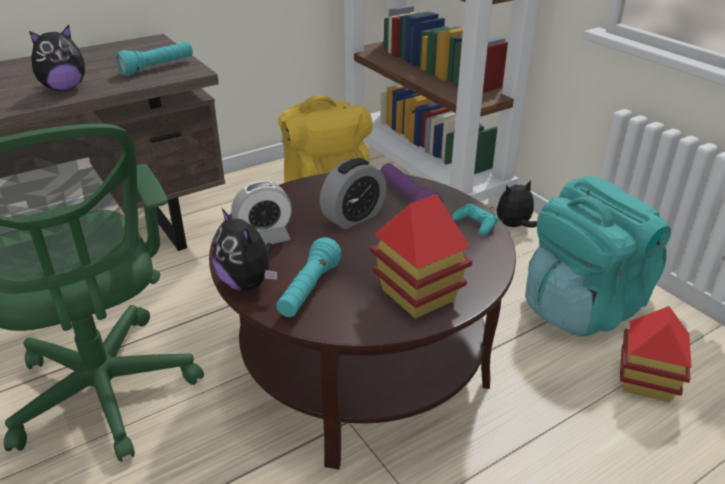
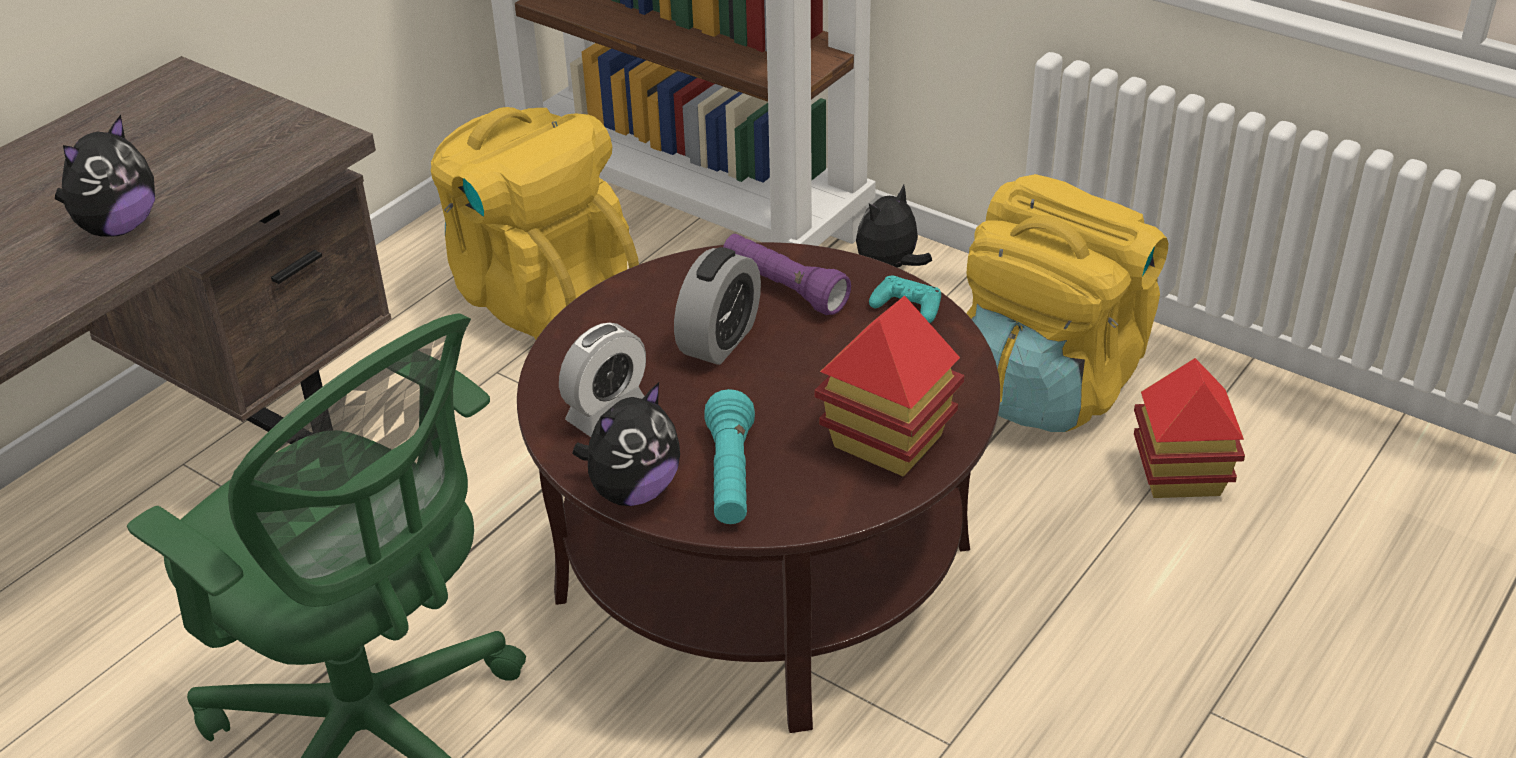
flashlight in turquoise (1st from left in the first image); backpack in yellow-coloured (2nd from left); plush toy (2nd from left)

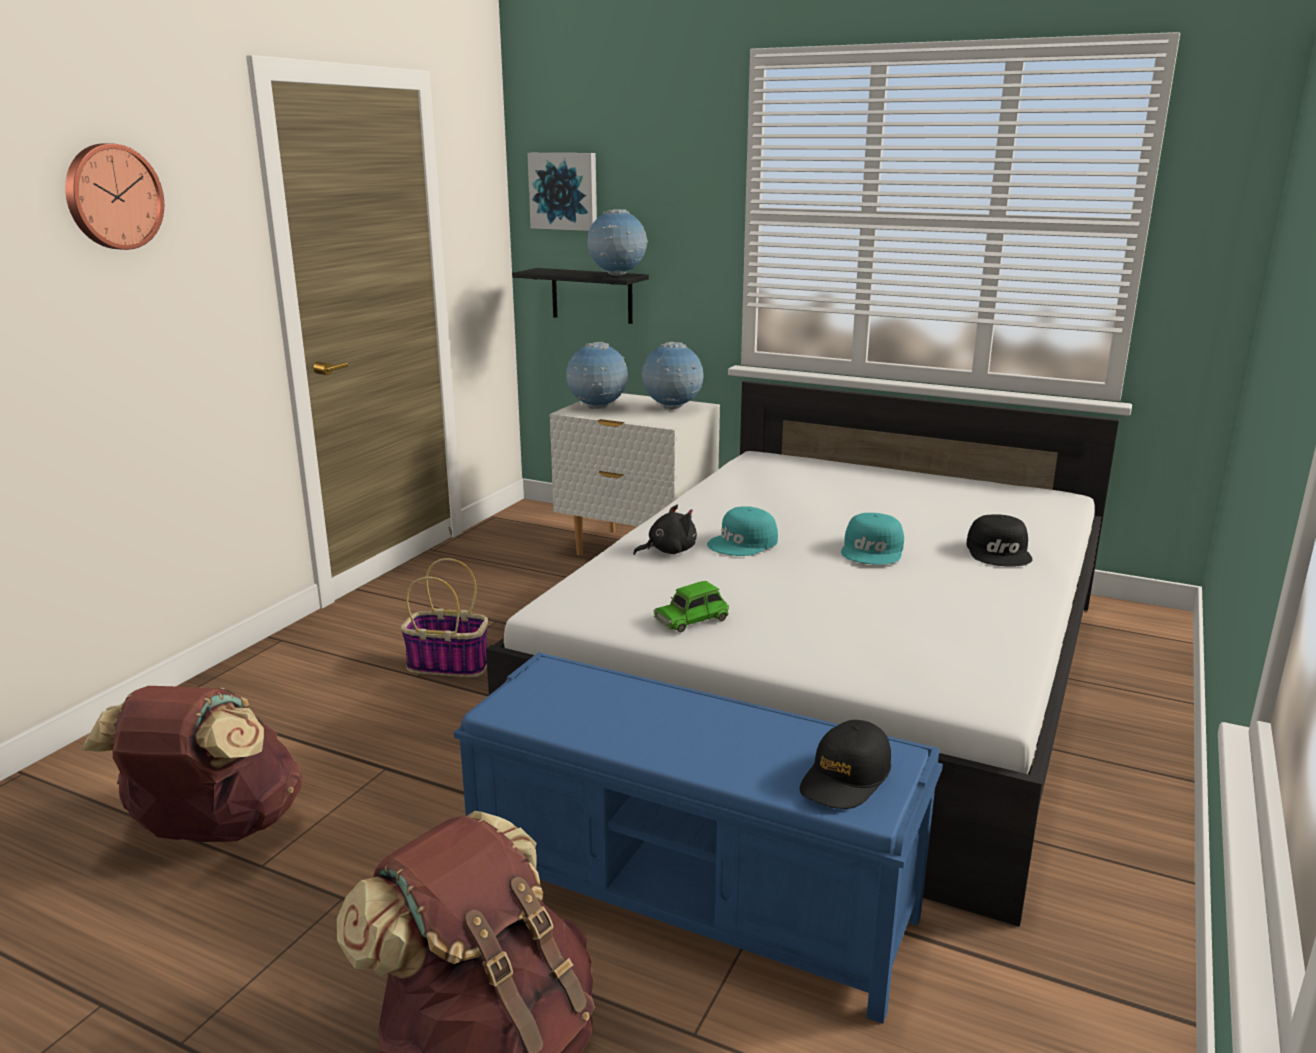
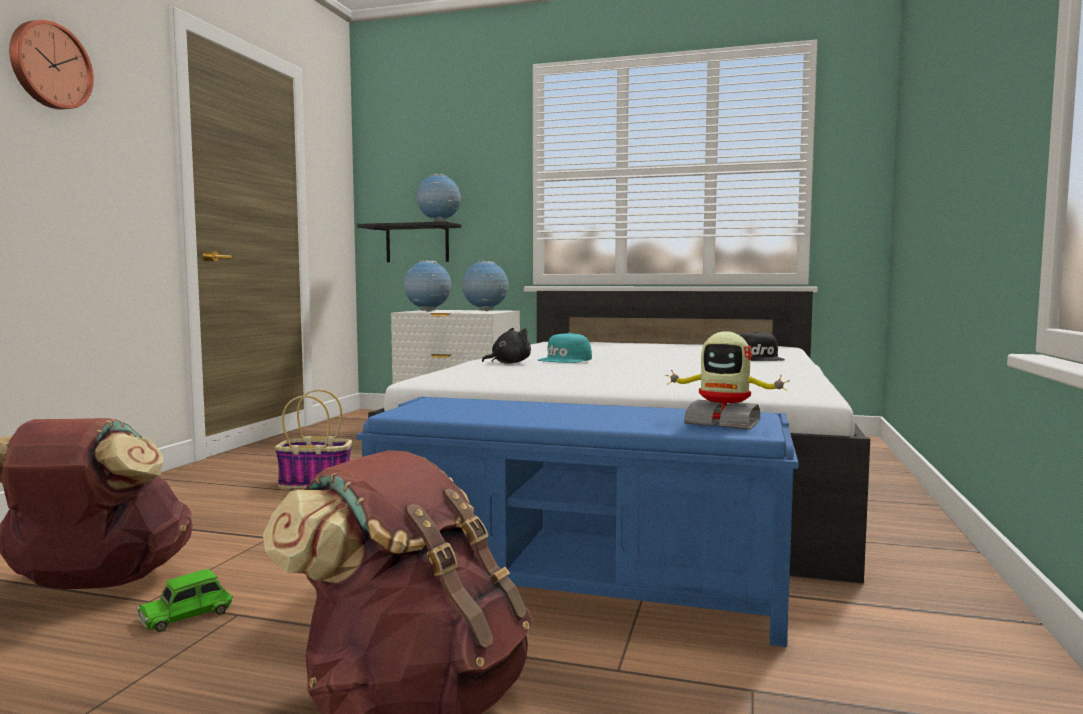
wall art; baseball cap in turquoise (2nd from left in the first image); miniature car in greenish; model robot

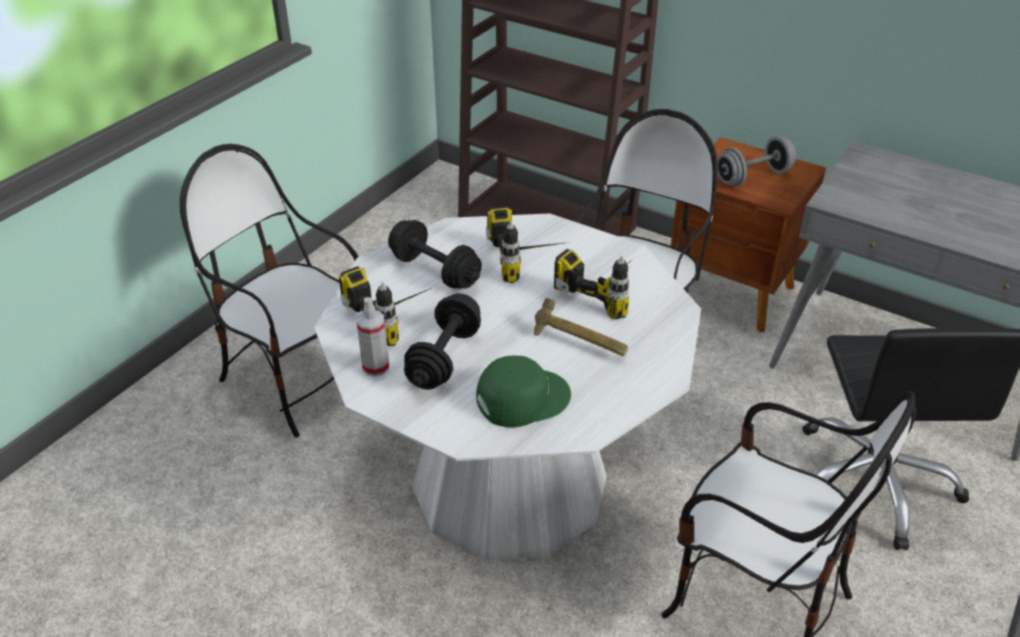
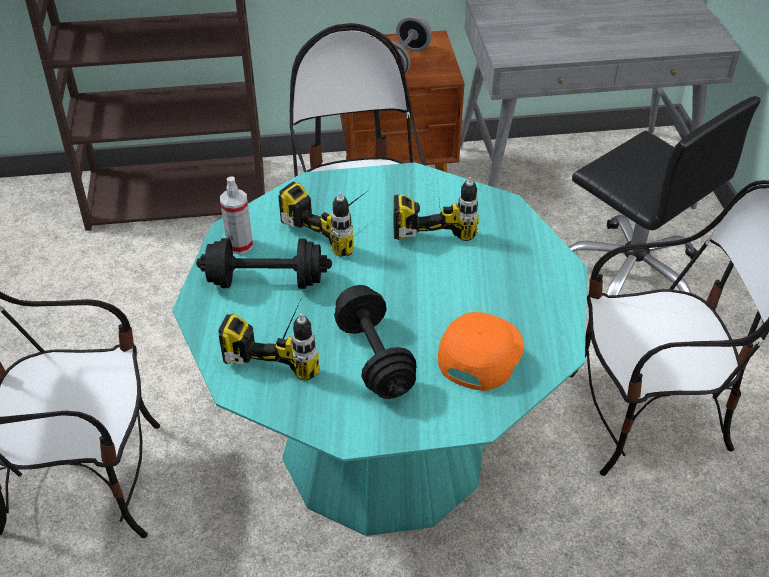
kitchen table in turquoise; hand sprayer; hammer; baseball cap in orange

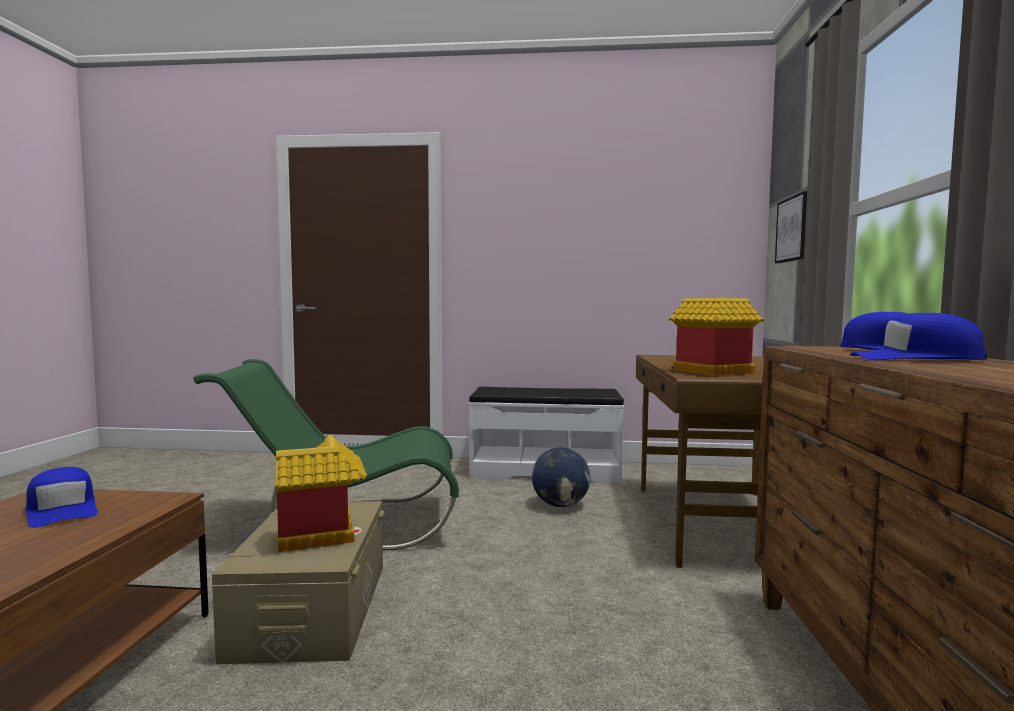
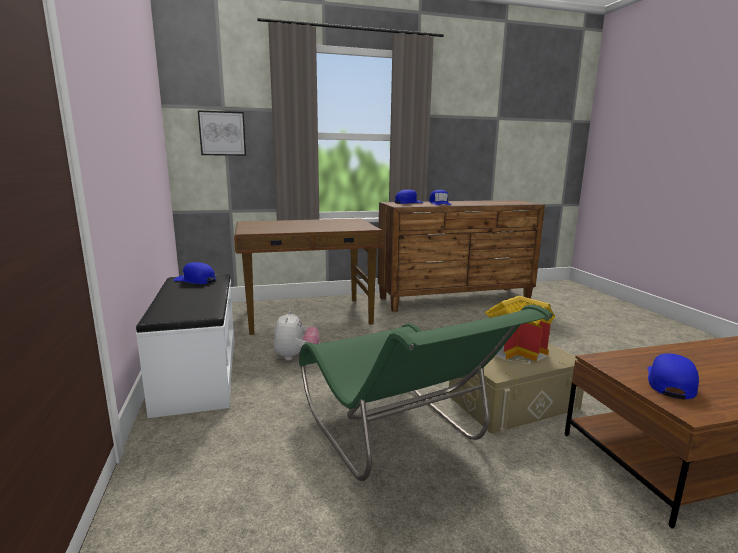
toy house (2nd from left in the first image); plush toy; baseball cap in blue (1st from left)

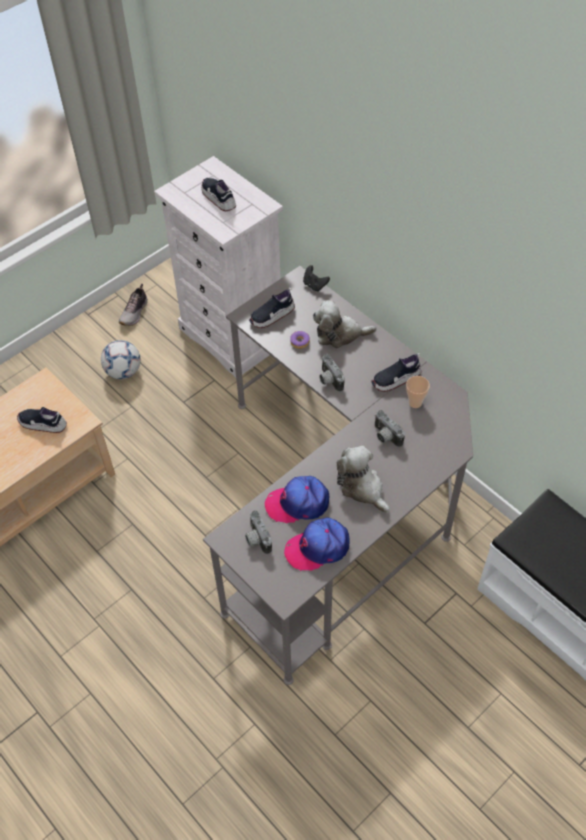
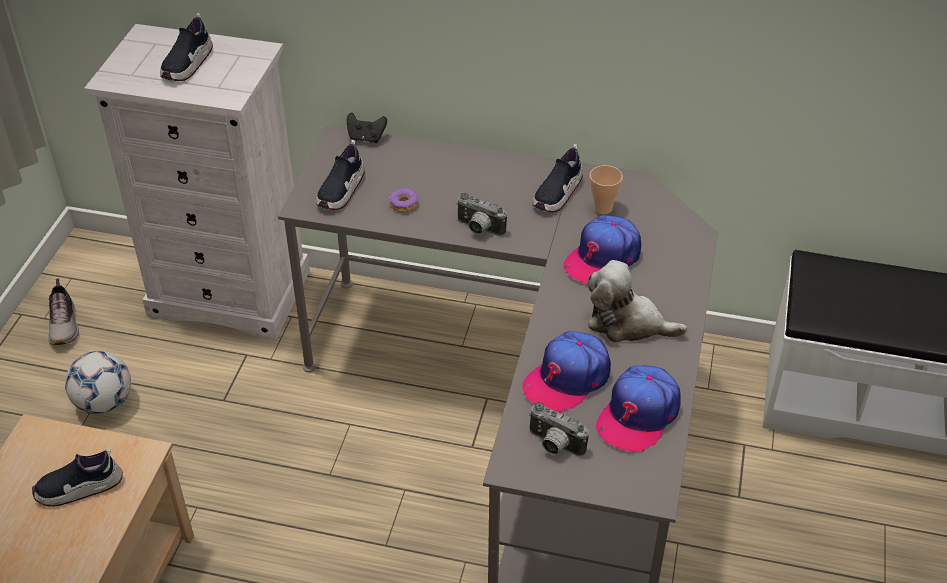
low shoe (3rd from left); plush toy (1st from left in the first image); baseball cap (2nd from left)

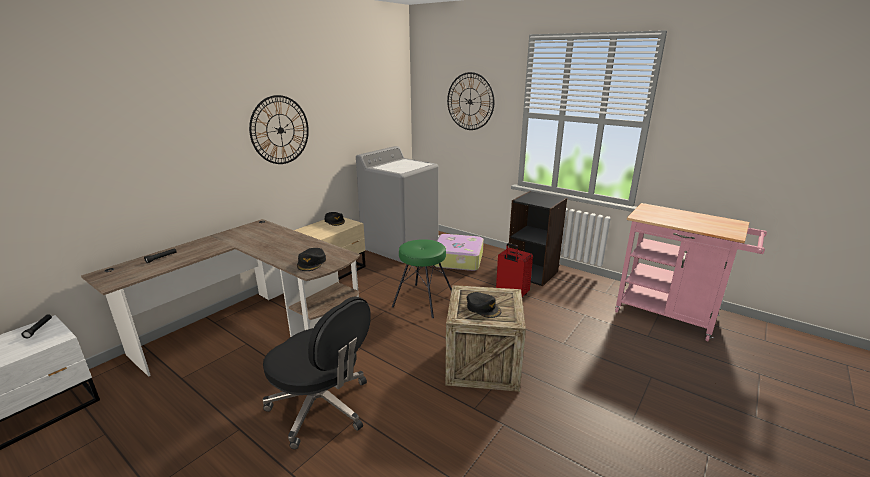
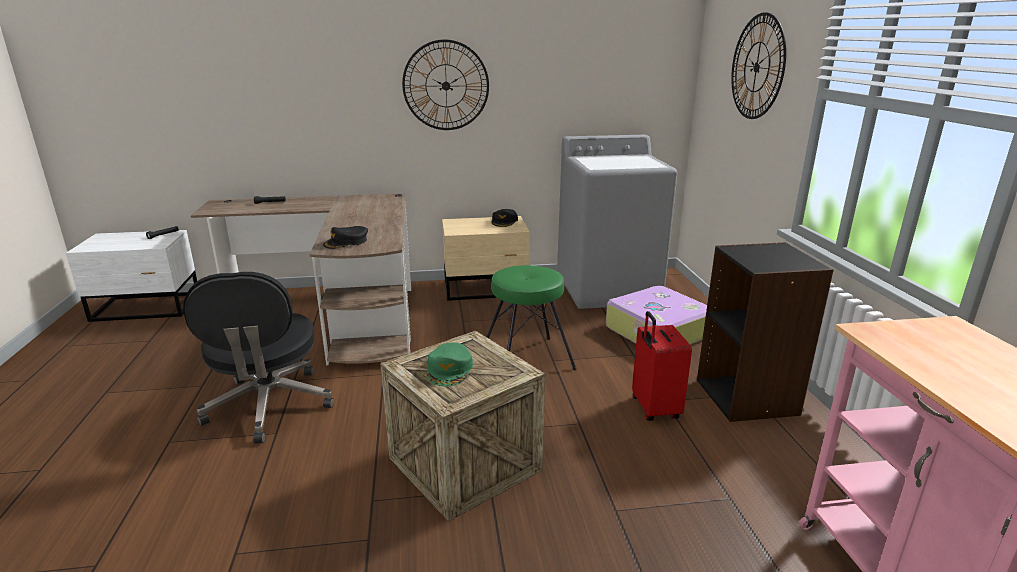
baseball cap in greenish

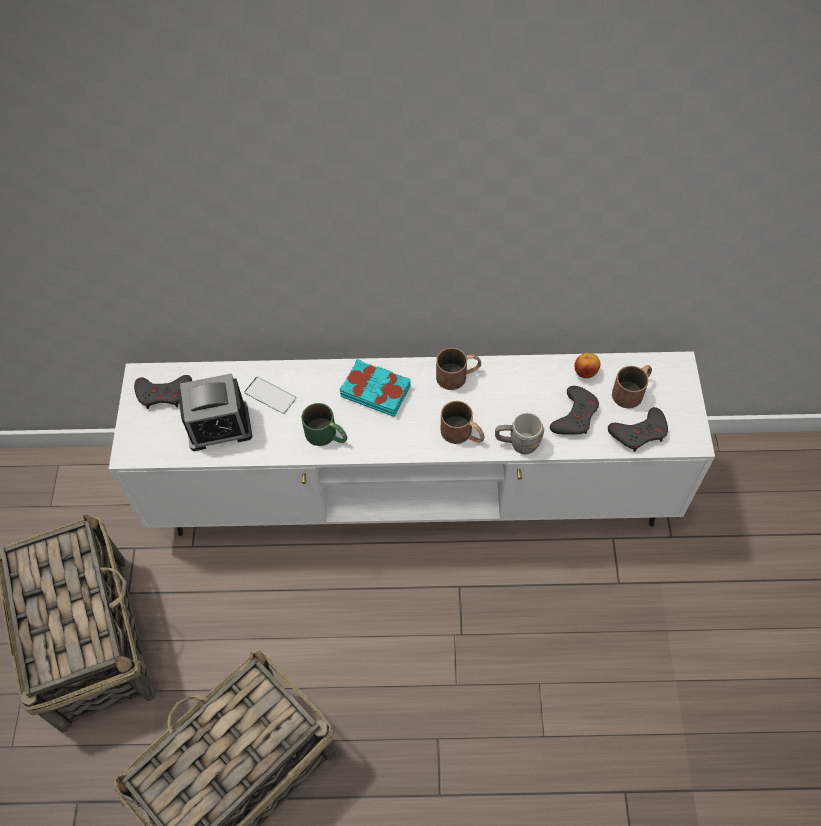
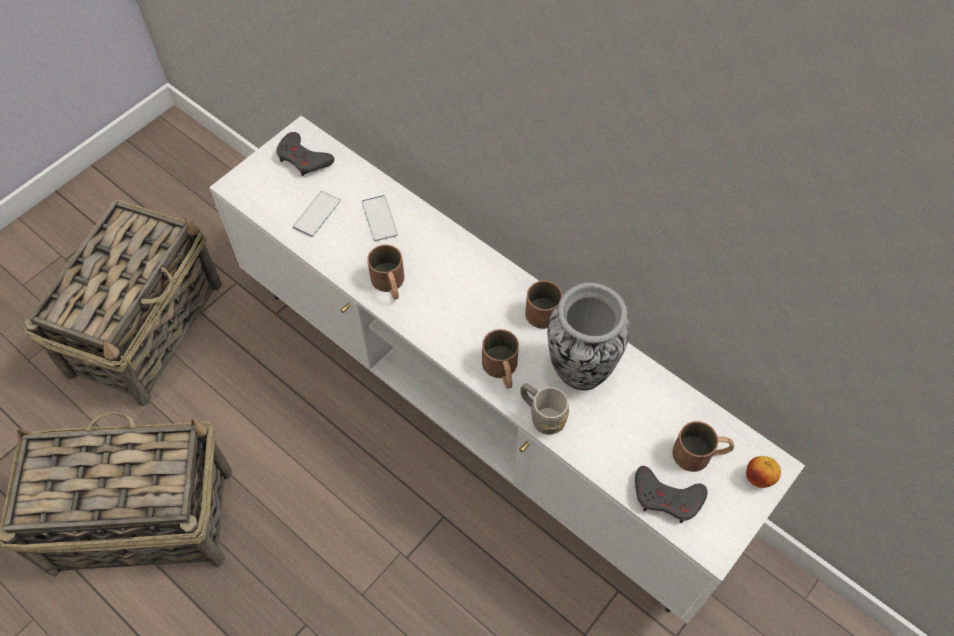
apple fruit; bound book in turquoise; phone (1st from left); joypad in greyish (2nd from left in the first image); mug in brown-coloured (1st from left); decorative vase

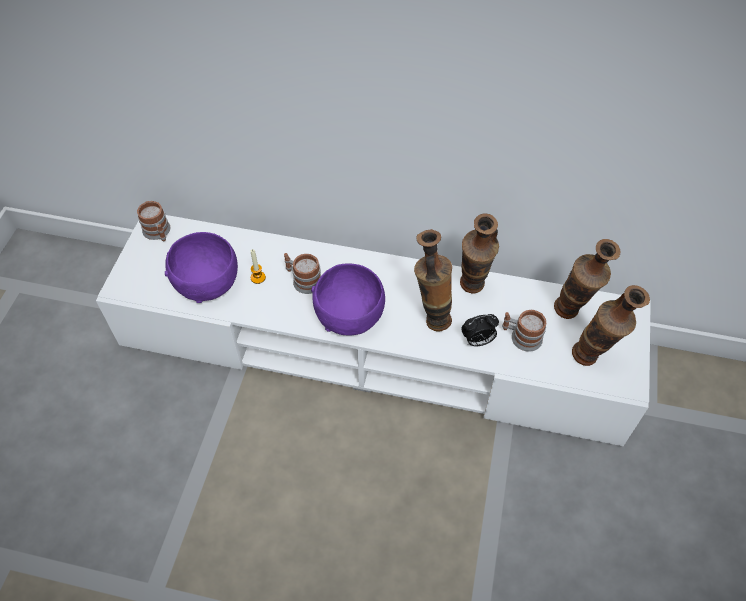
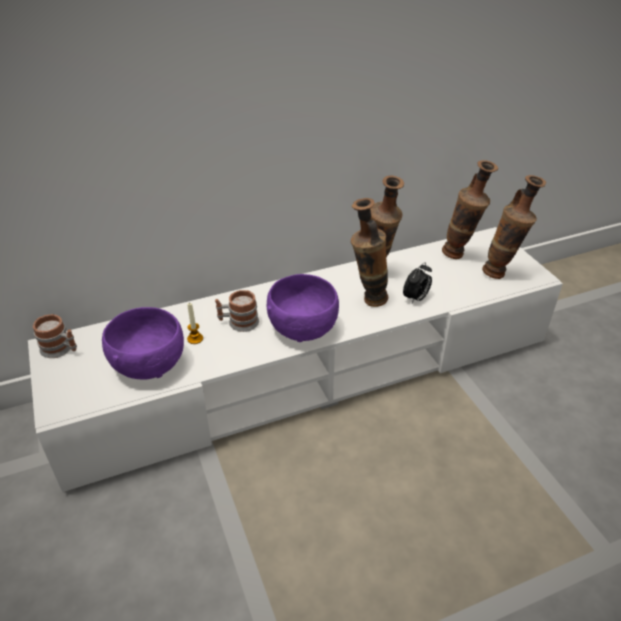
mug (3rd from left in the first image)

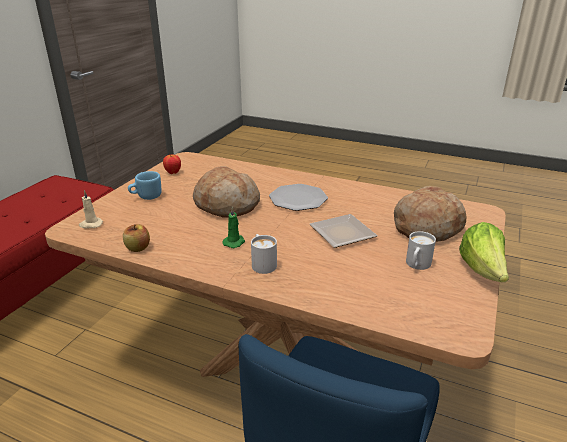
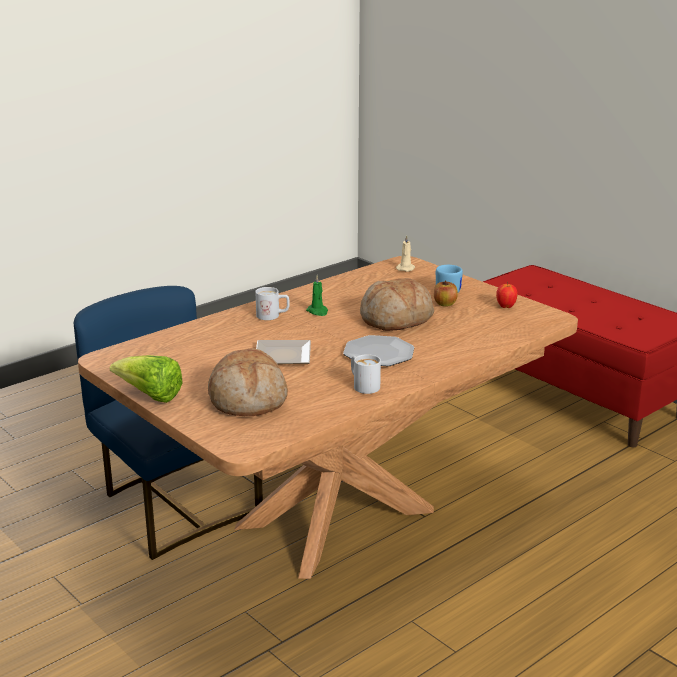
apple fruit (1st from left); mug in white (2nd from left)

